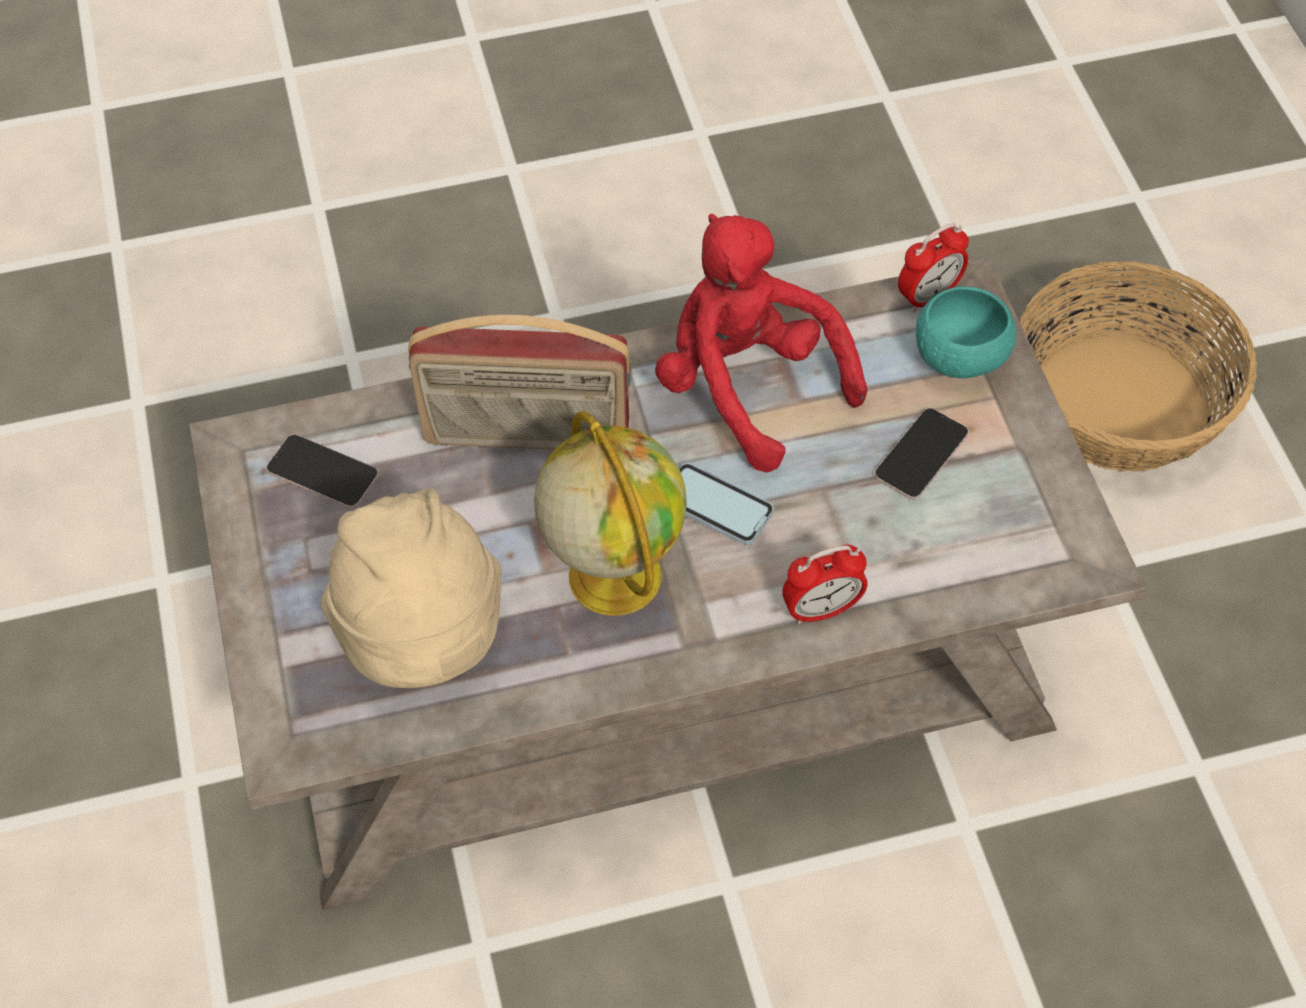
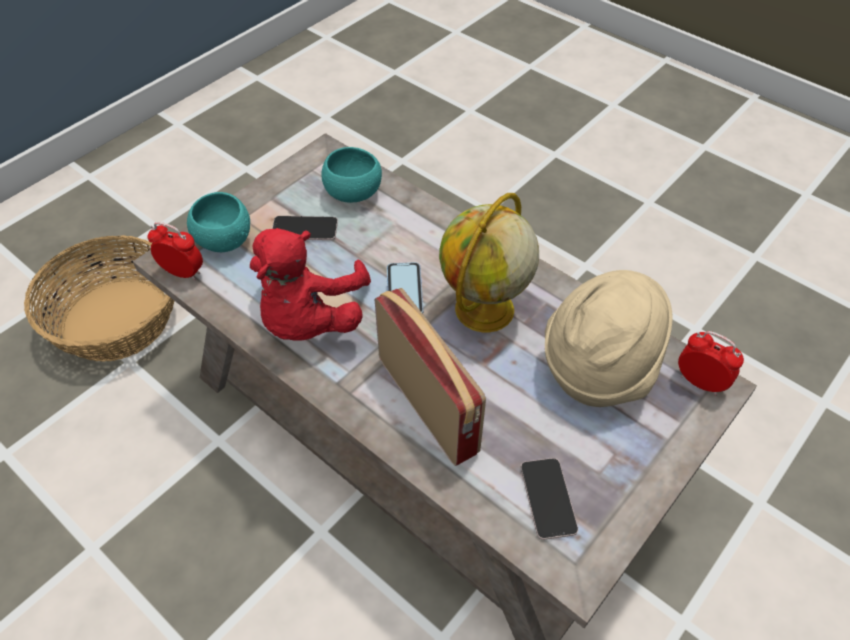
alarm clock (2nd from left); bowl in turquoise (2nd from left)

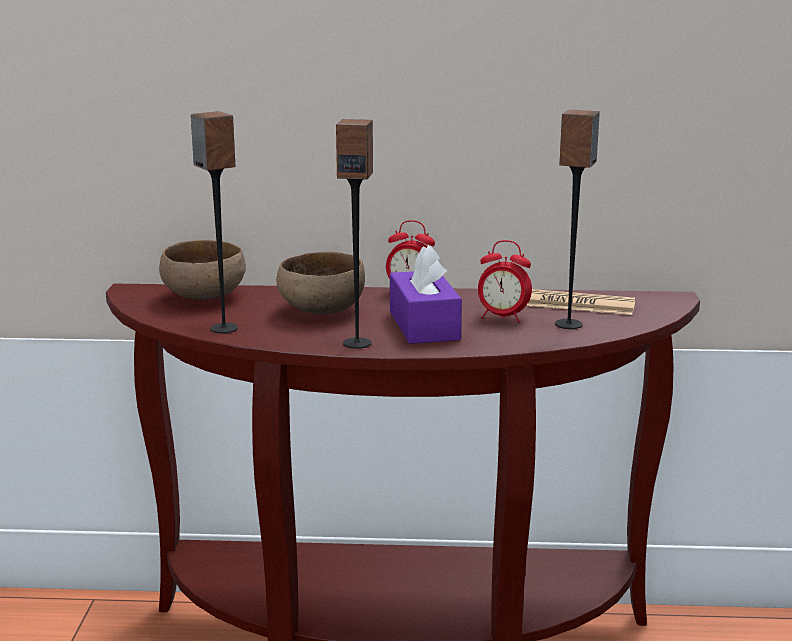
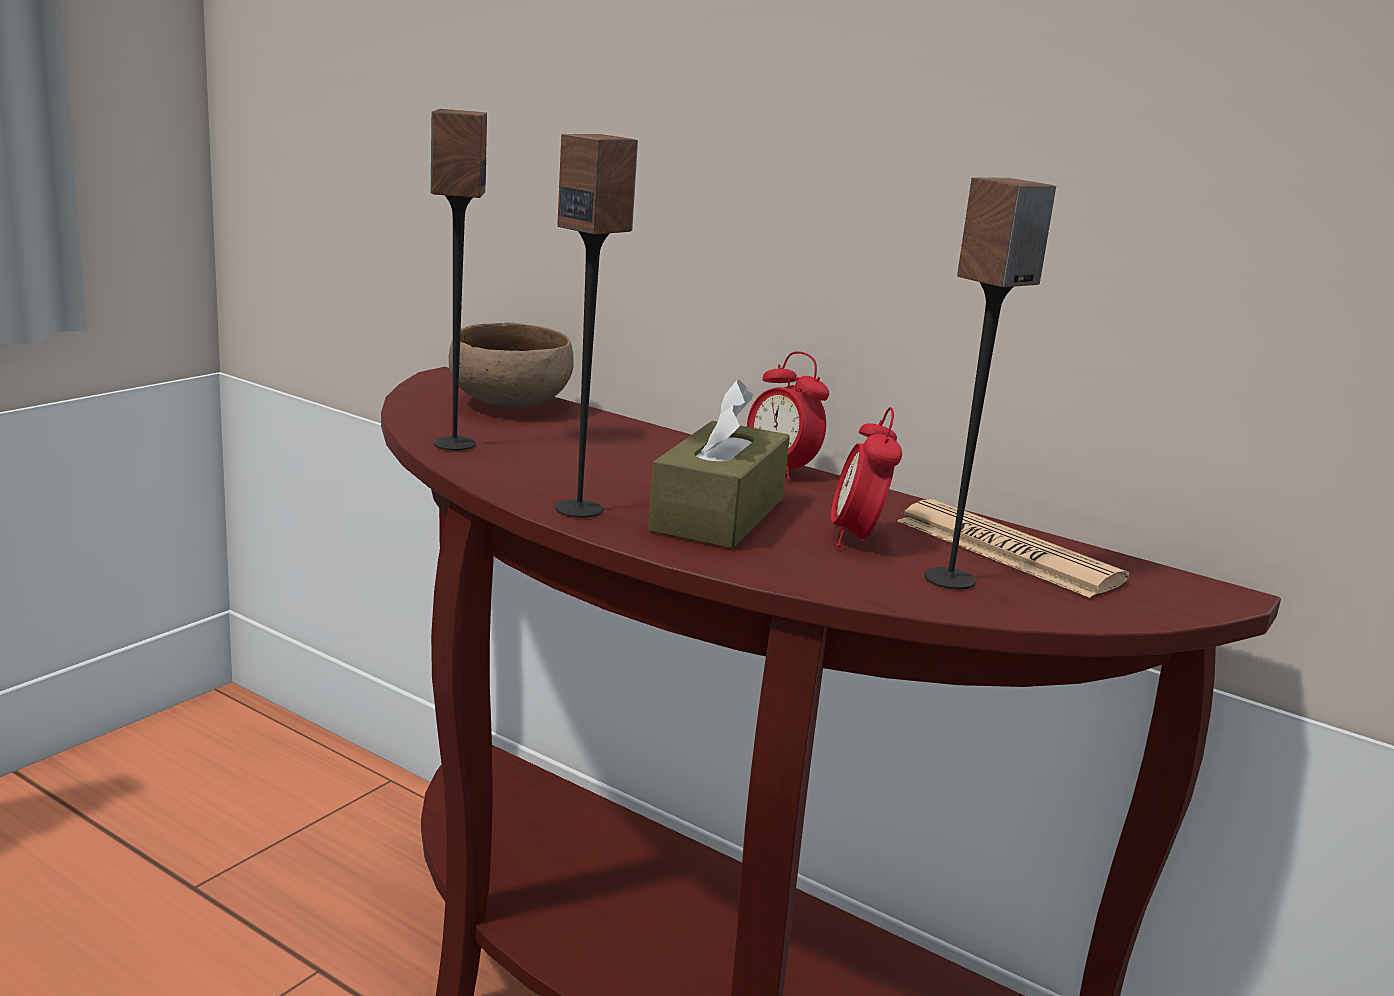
alarm clock (2nd from left); box of tissues in brown-coloured; bowl in brown-coloured (2nd from left in the first image)

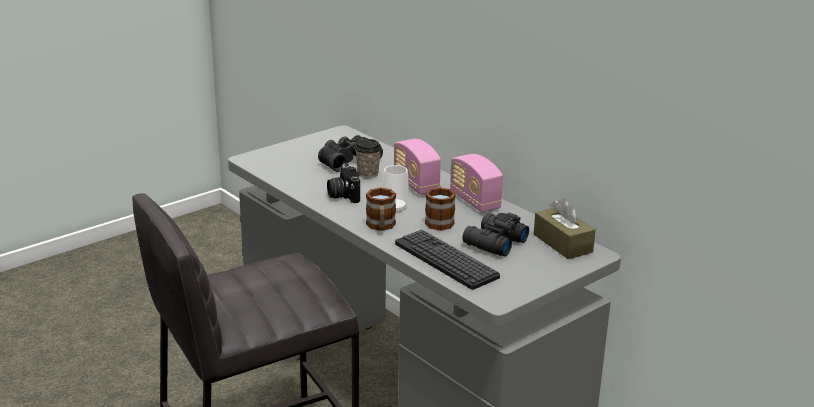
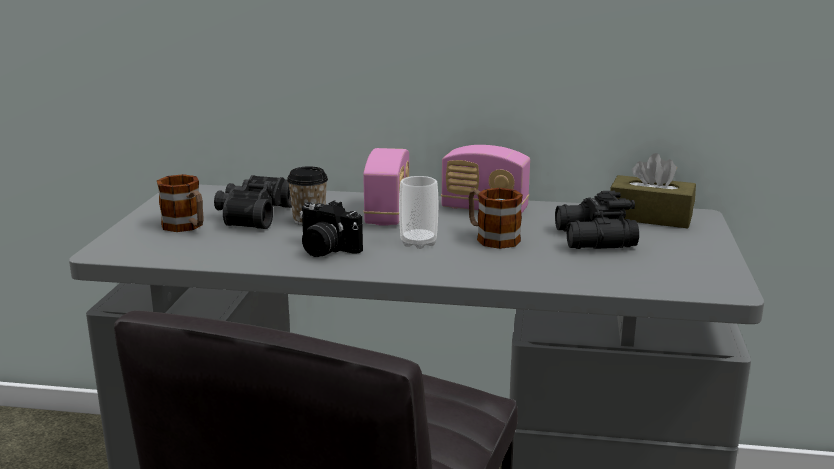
radio (1st from left); mug (1st from left); keyboard

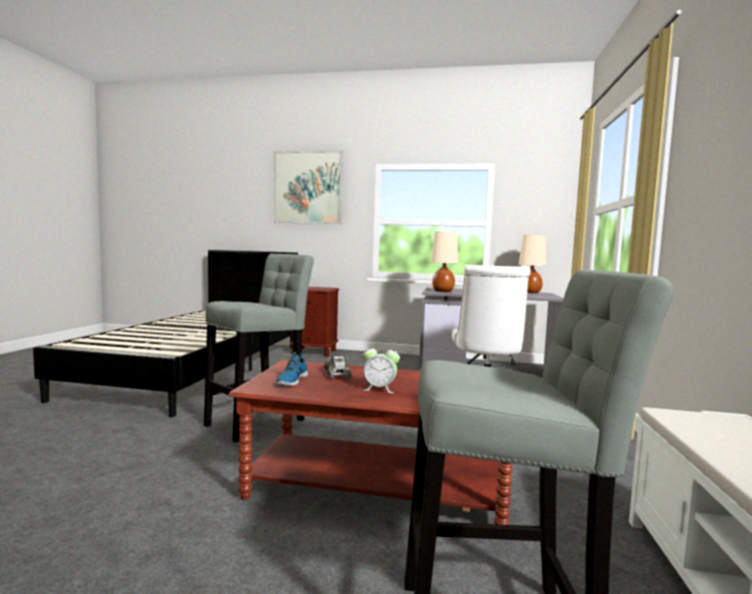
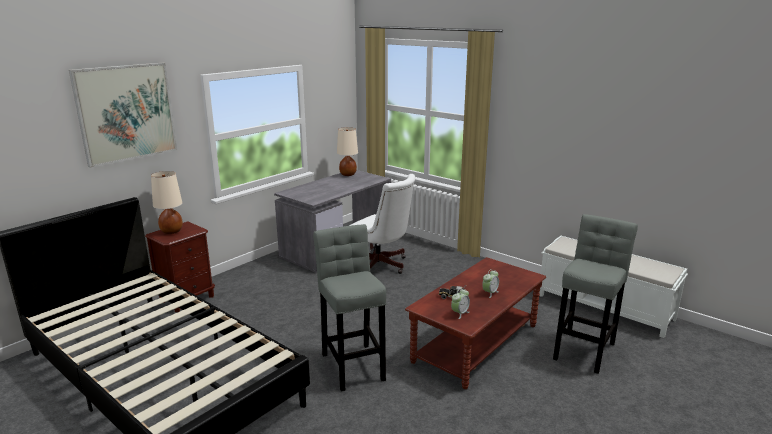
lamp for a table in sand-coloured (1st from left); alarm clock (1st from left)

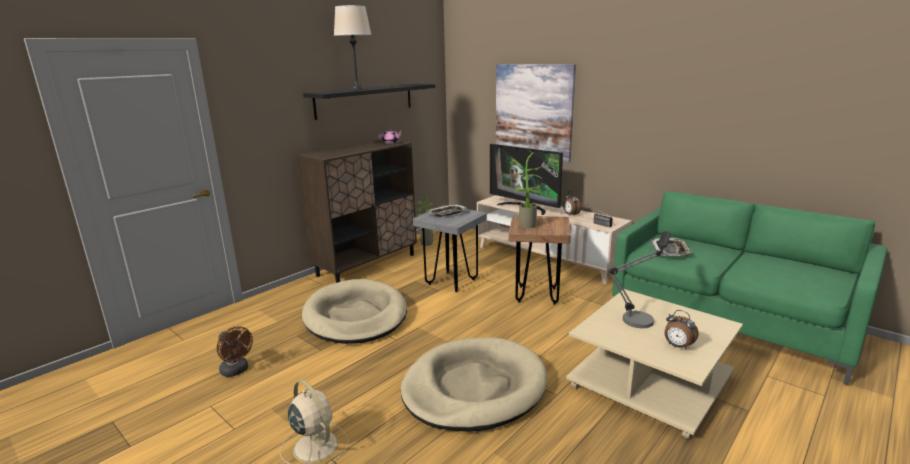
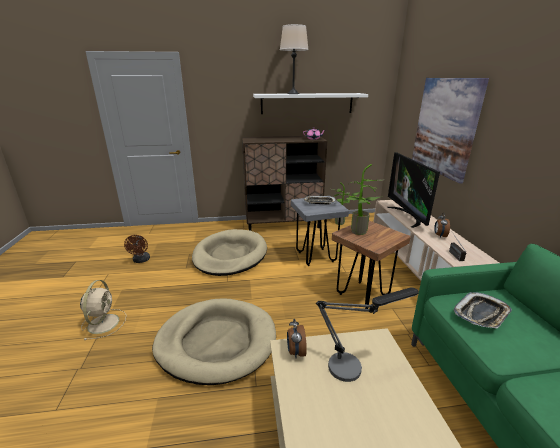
bracket shelf in white; alarm clock (1st from left)

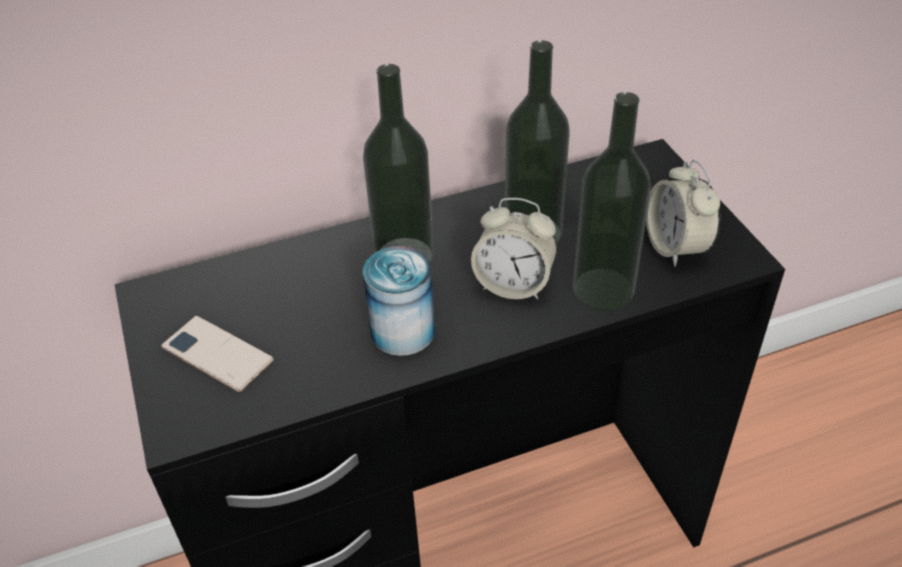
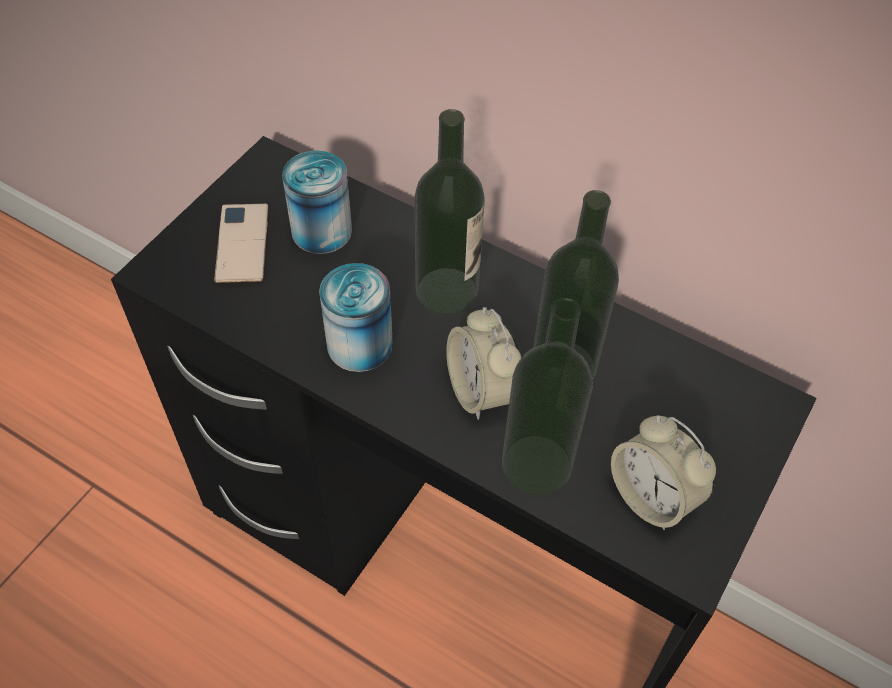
alarm clock (2nd from left); metal can (1st from left)

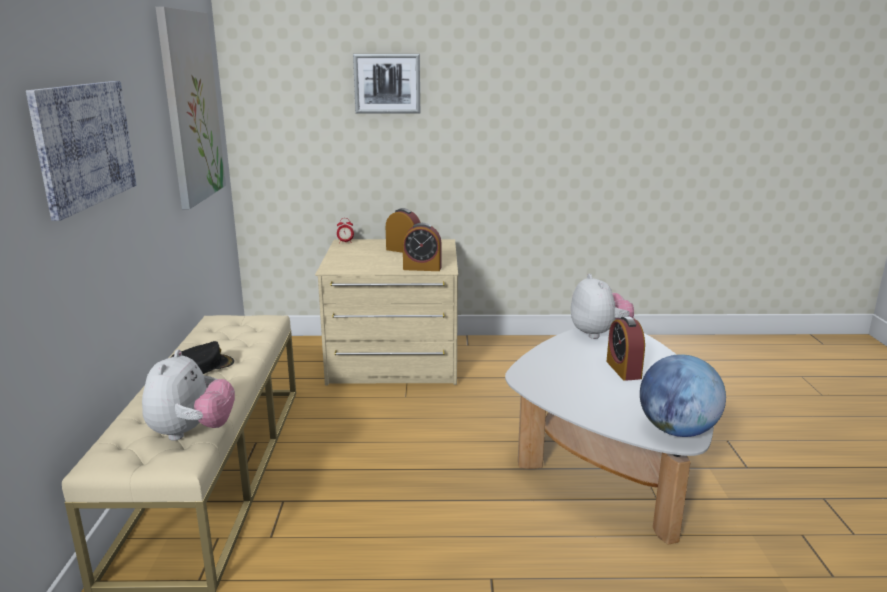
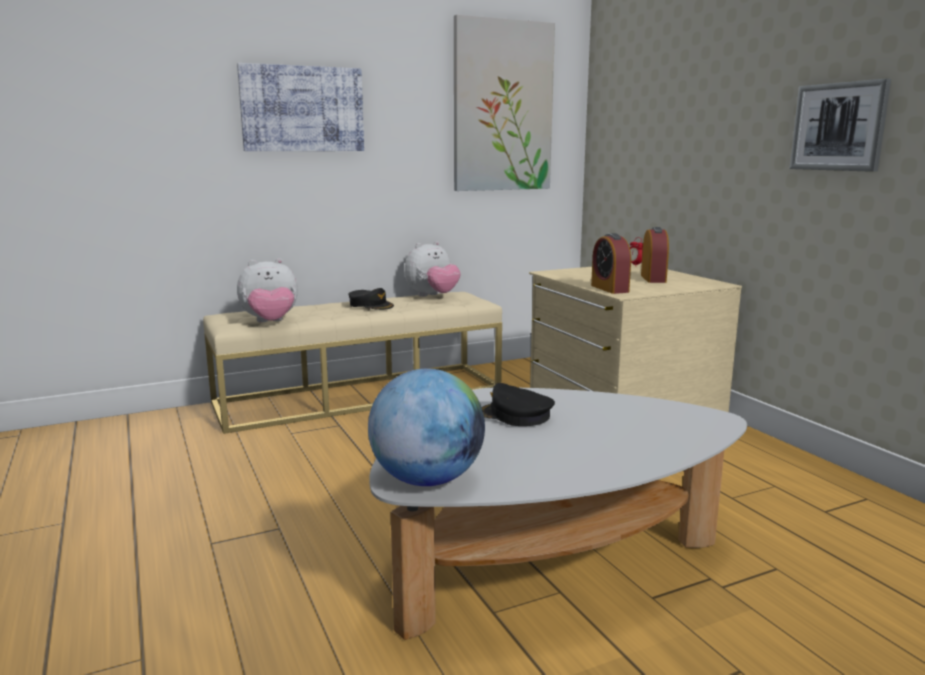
wall art (3rd from left); plush toy (2nd from left); alarm clock (4th from left in the first image); baseball cap in blackish (2nd from left)

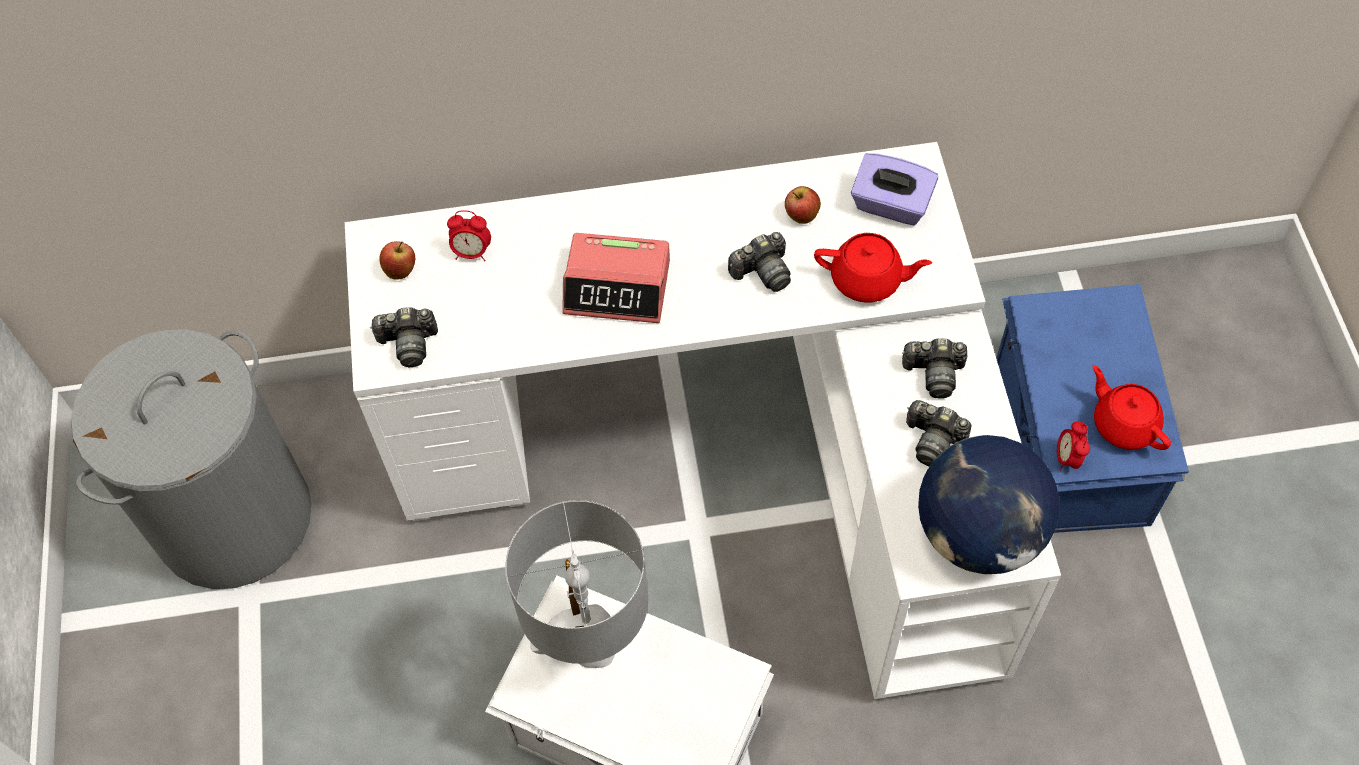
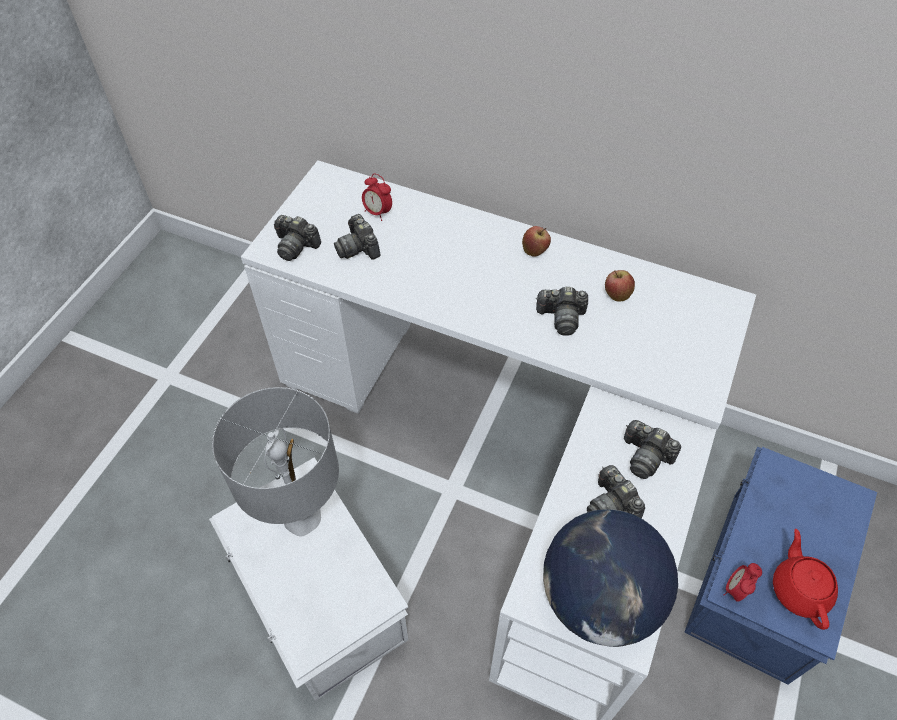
box of tissues in purple-coloured; alarm clock (2nd from left in the first image); teapot in reddish (1st from left in the first image); apple fruit (1st from left); hamper in greyish; still camera (2nd from left)

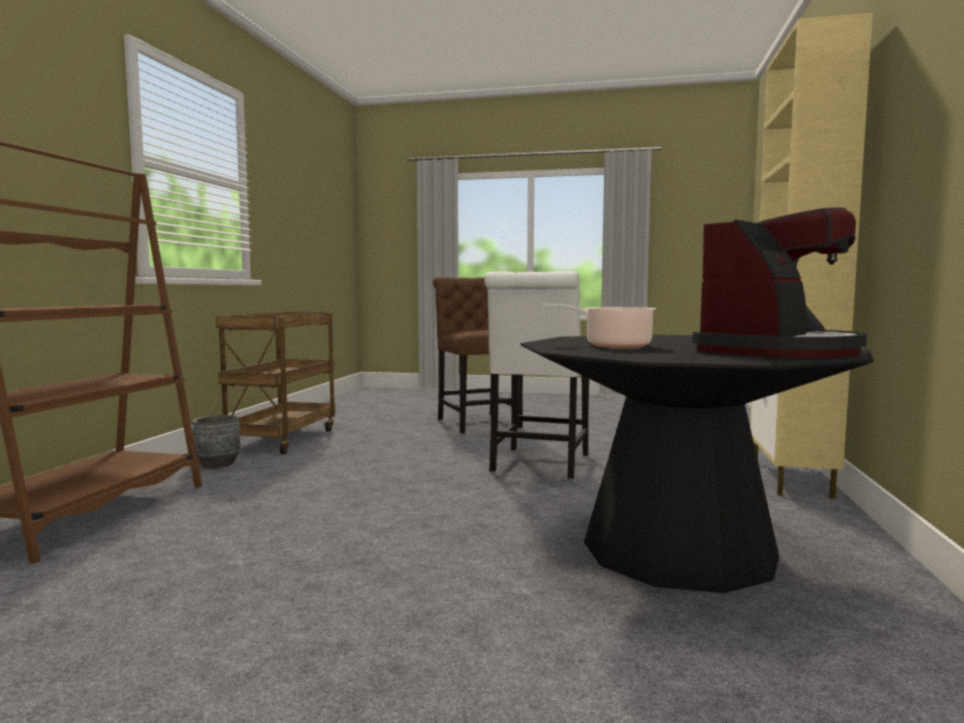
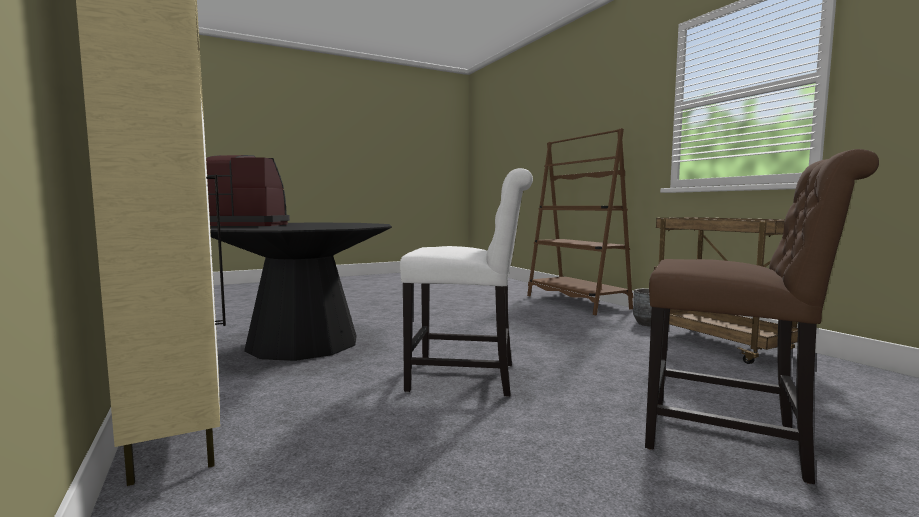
coffee machine; plain chair in white; cooking pot

